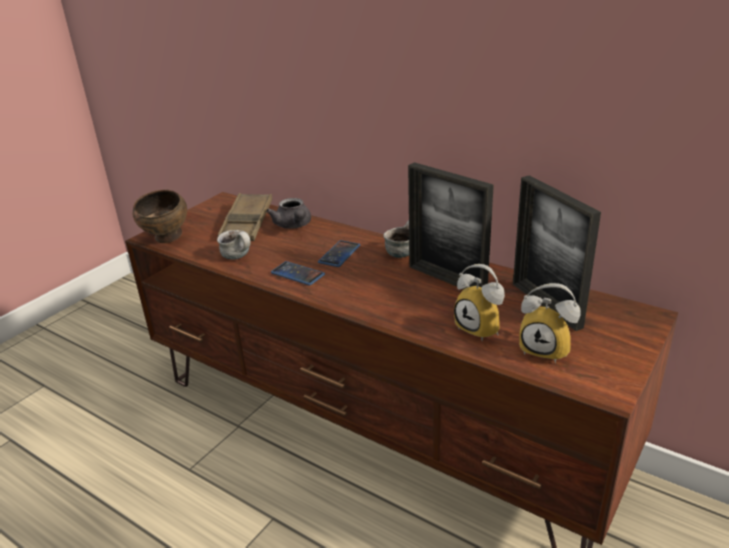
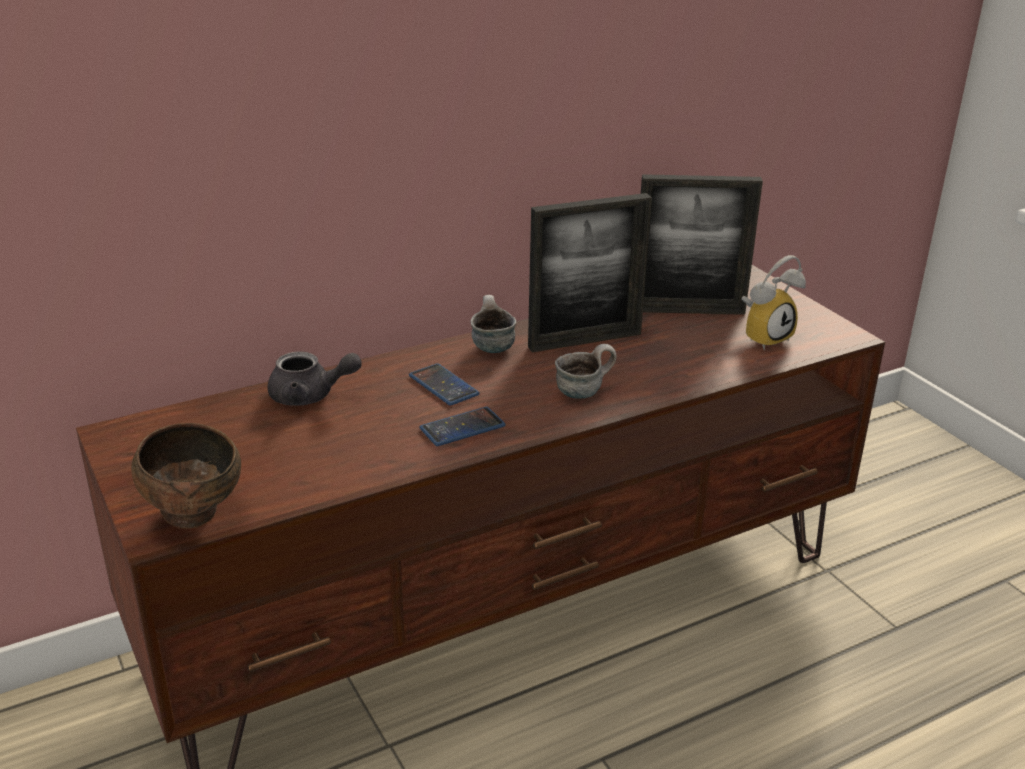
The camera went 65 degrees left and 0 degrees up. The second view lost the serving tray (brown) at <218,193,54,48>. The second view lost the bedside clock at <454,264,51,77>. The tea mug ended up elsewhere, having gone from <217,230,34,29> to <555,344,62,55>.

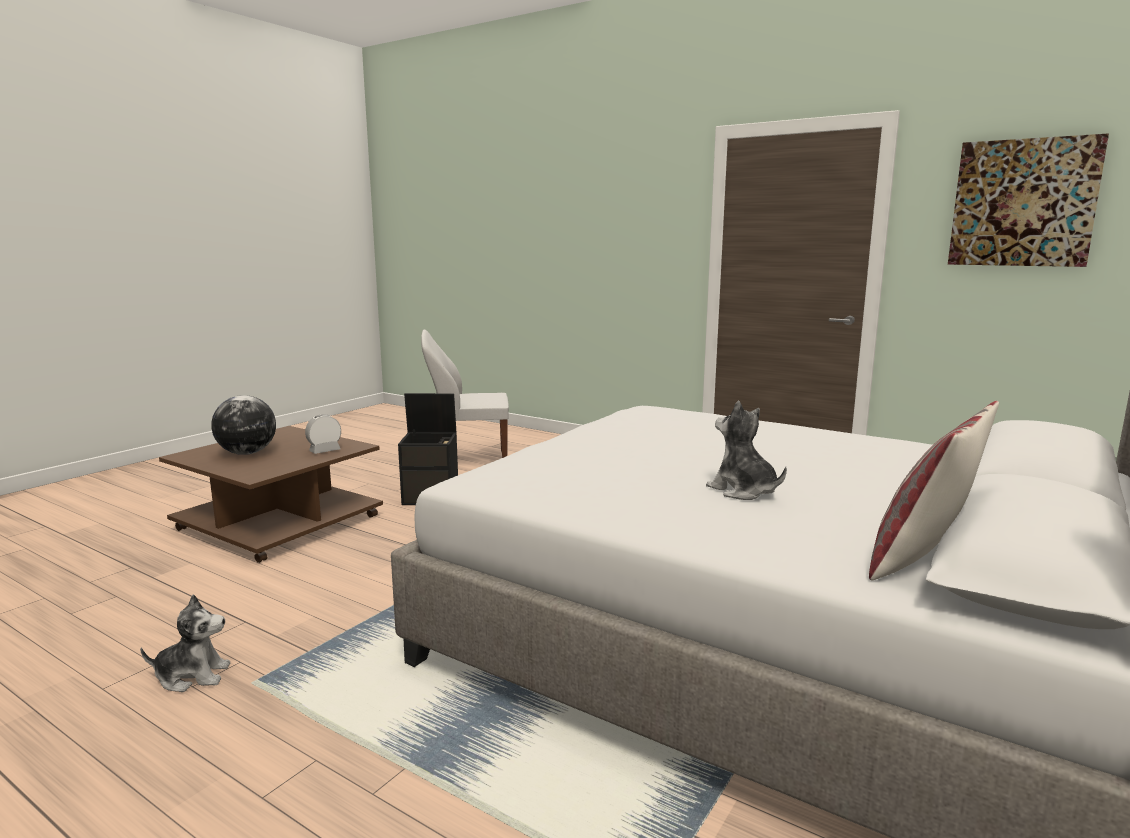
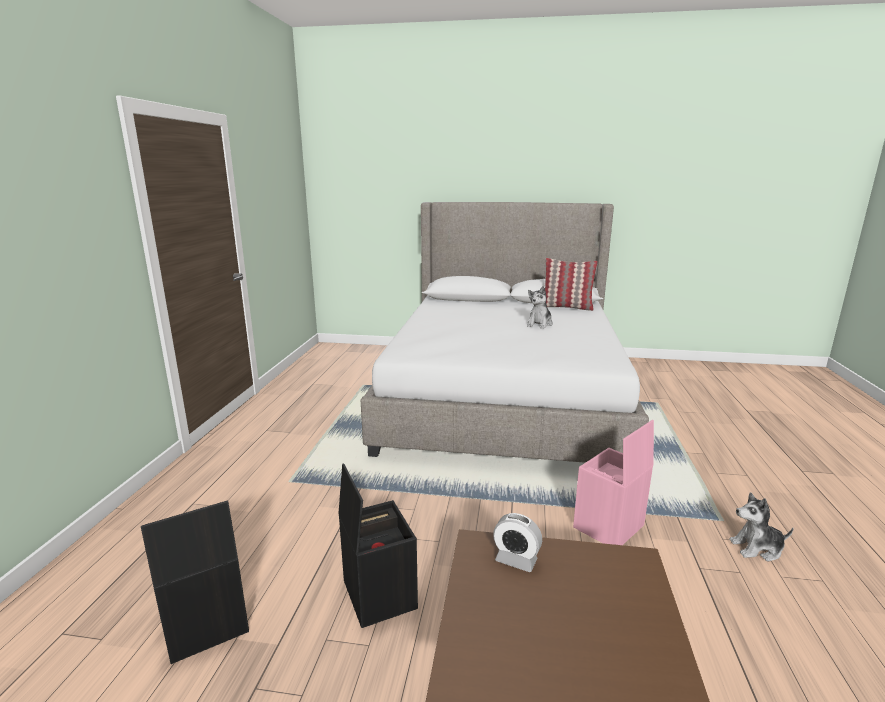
The camera went 115 degrees left and 5 degrees up. The second view lost the desk globe at <211,395,65,60>. The second view lost the picture at <948,133,161,134>. The second view gained the storage box (pink) at <573,420,81,125>. Where the upright chair (white) stood at <421,330,88,128>, the storage box (black-coloured) came to stand at <141,500,108,164>. The cuddly toy at <140,594,91,98> ended up facing another way, 60 degrees counterclockwise from before.

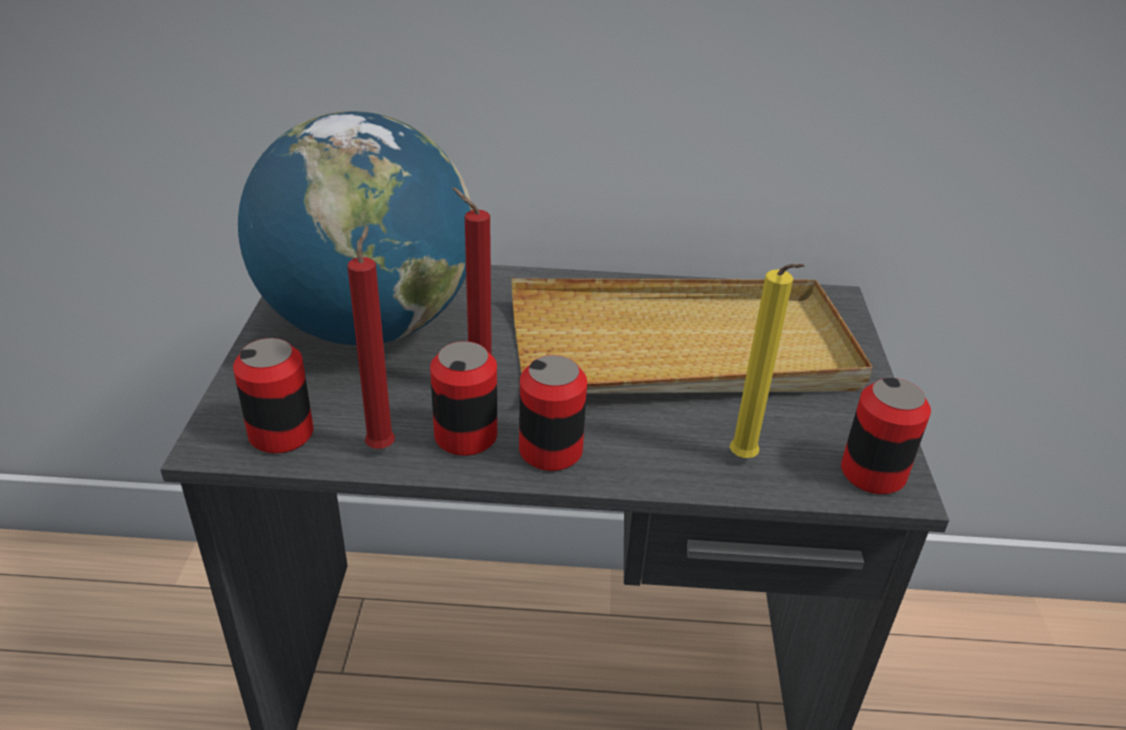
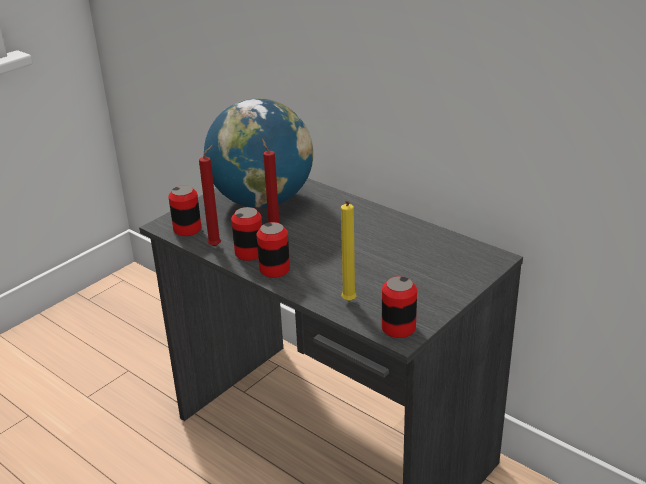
The camera went 40 degrees right and 5 degrees down. The second view lost the serving tray (beige-coloured) at <512,279,361,115>.

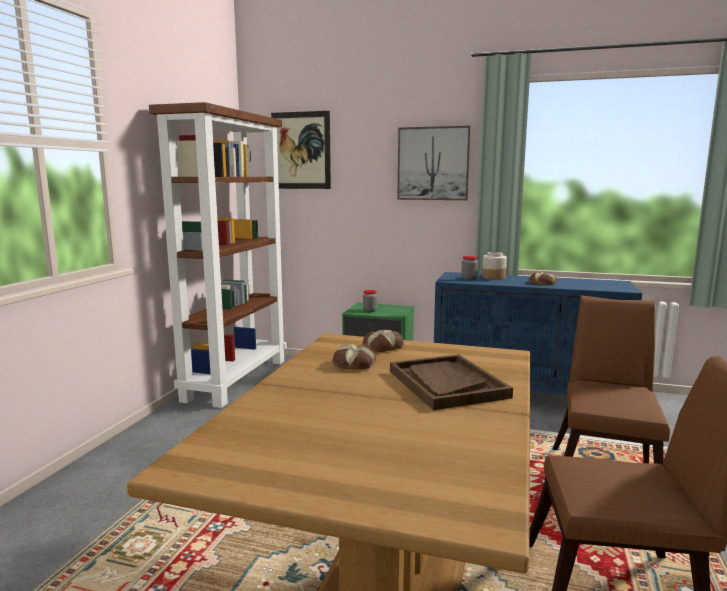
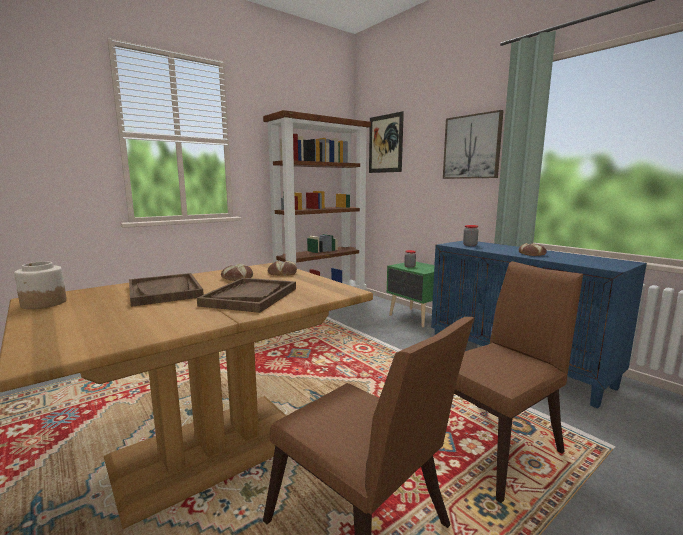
The camera went 35 degrees right and 0 degrees up. The second view gained the serving tray (brown) at <129,273,75,34>. The preserve jar ended up elsewhere, having gone from <482,252,25,28> to <14,262,53,47>.

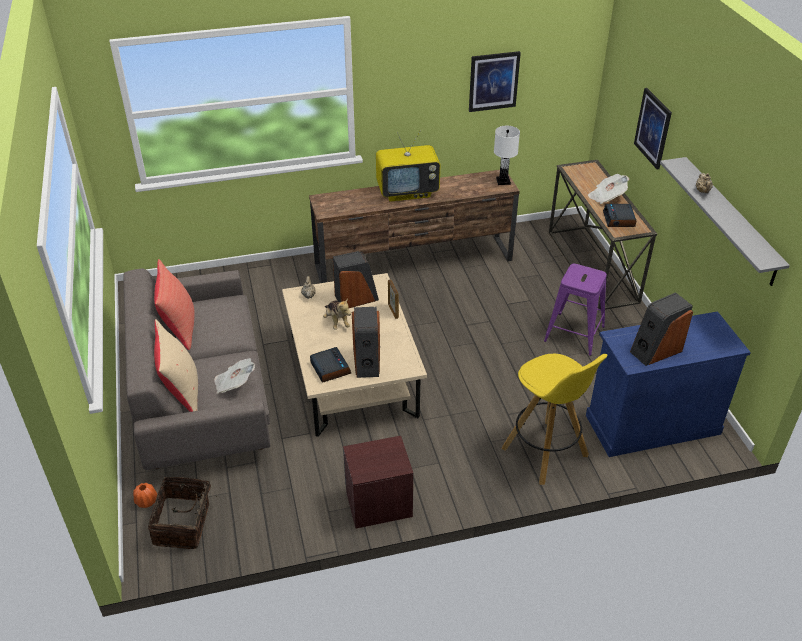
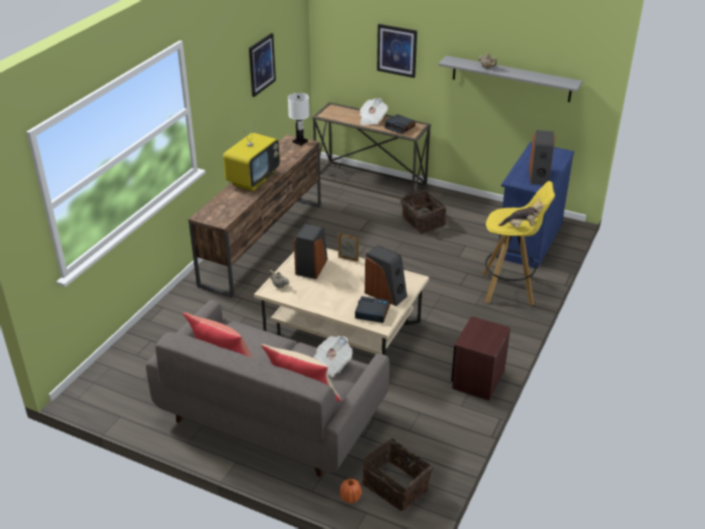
The camera went 50 degrees left and 5 degrees down. The cuddly toy ended up elsewhere, having gone from <323,298,28,32> to <498,199,47,32>. Where the sitting stool (purple) stood at <544,264,63,92>, the storage basket came to stand at <400,190,46,44>.

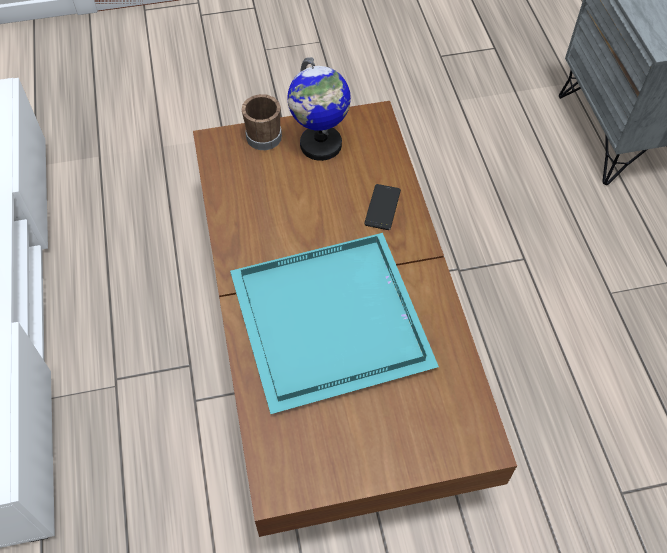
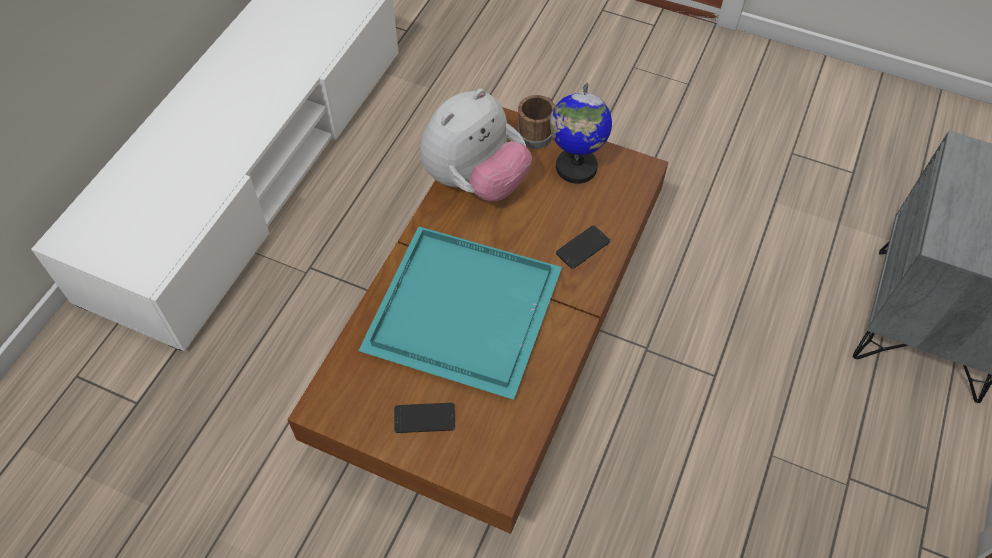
The camera went 35 degrees right and 0 degrees up. The second view gained the phone at <394,403,61,30>. The second view gained the cuddly toy at <420,89,112,112>.

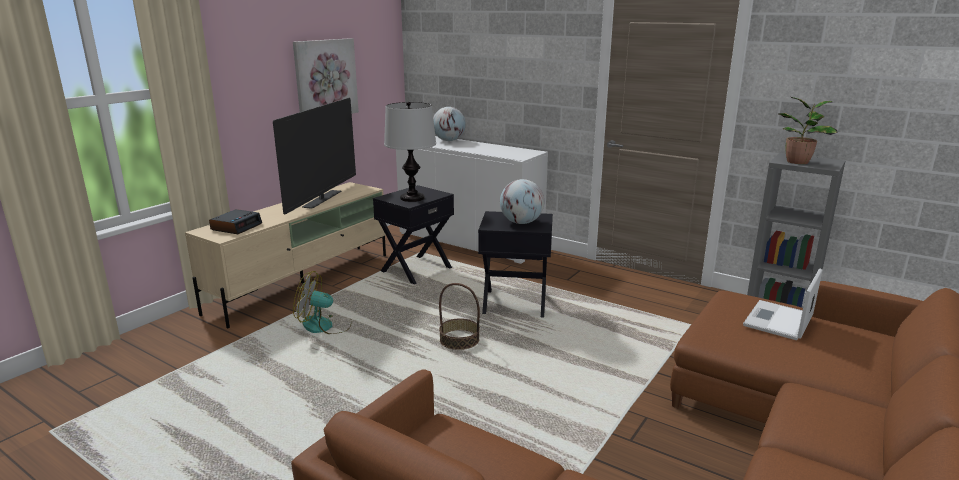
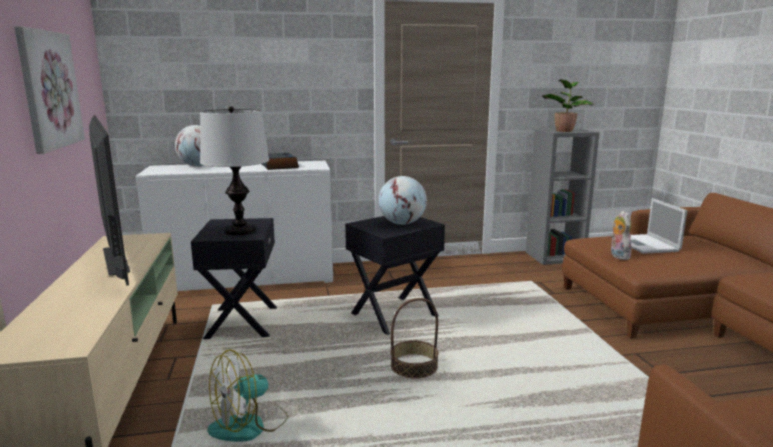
The camera went 45 degrees left and 5 degrees down. The second view gained the cuddly toy at <610,211,22,49>. The bedside clock ended up elsewhere, having gone from <209,209,53,25> to <262,153,37,17>.

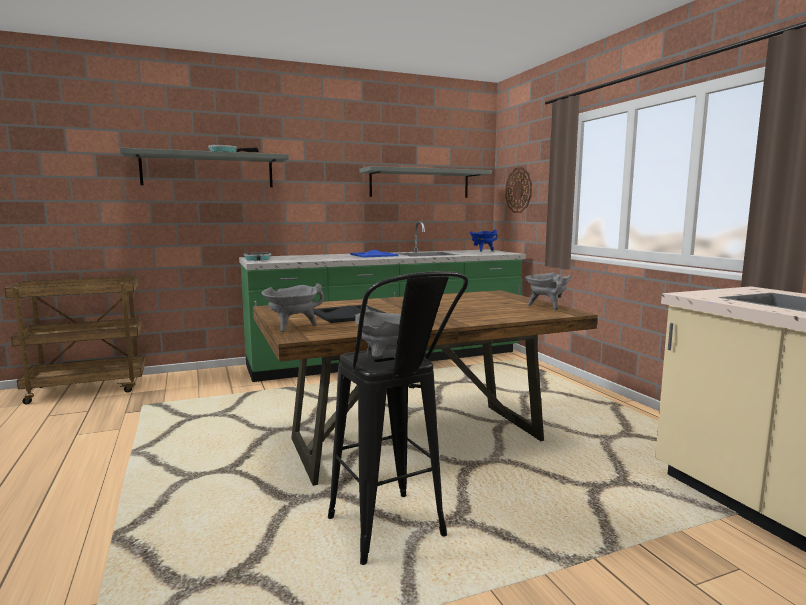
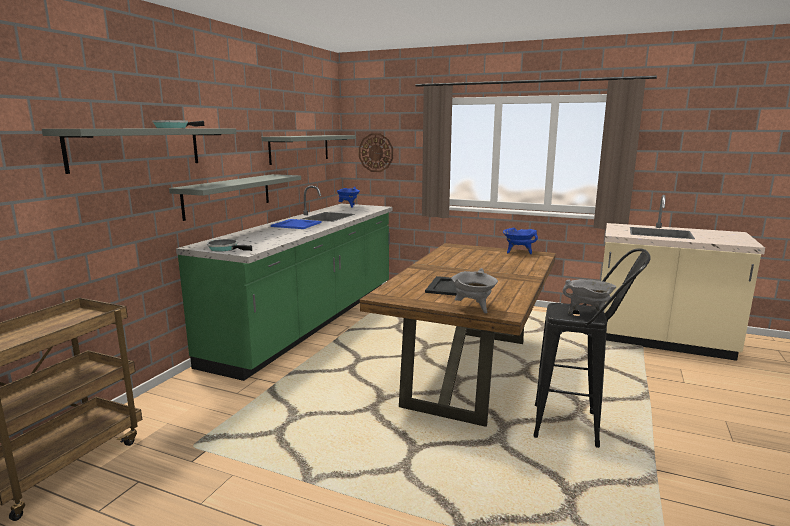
The camera went 45 degrees left and 5 degrees up. The second view gained the wall shelf (grey) at <169,174,132,47>. What was the saucepot (grey) at <525,273,47,38> turned into the saucepot (blue-coloured) at <503,228,35,26>.

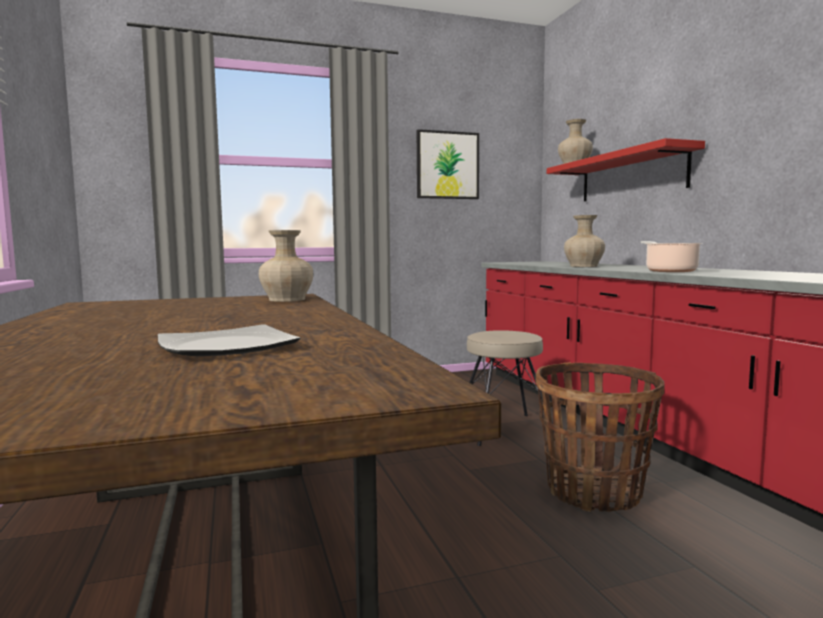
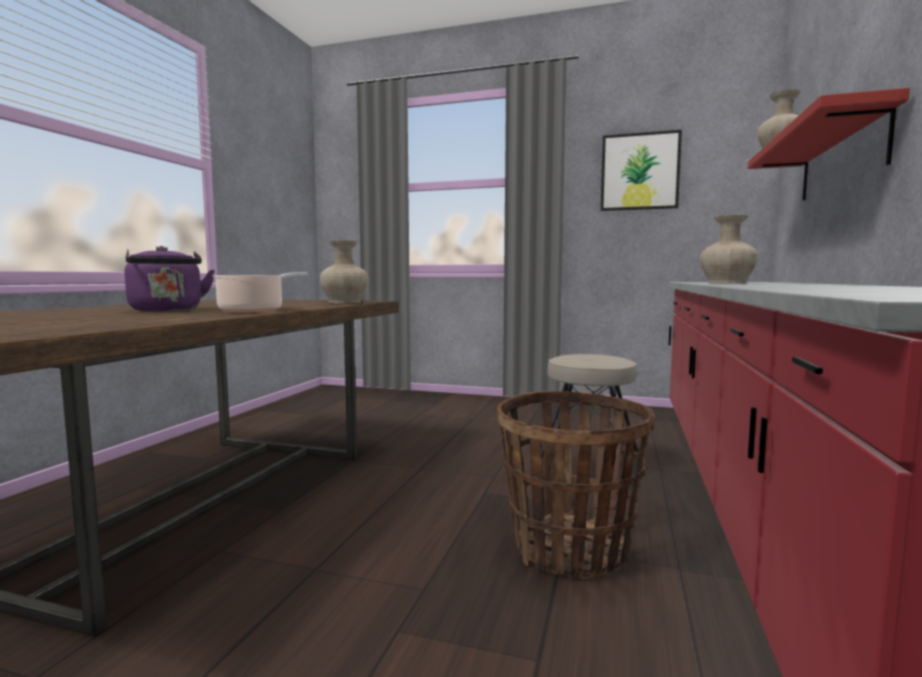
The camera went 35 degrees right and 0 degrees up. The second view lost the dinner plate at <158,324,143,32>. The second view gained the water kettle (purple) at <124,246,91,66>. The saucepot ended up elsewhere, having gone from <641,241,62,31> to <212,272,95,41>.

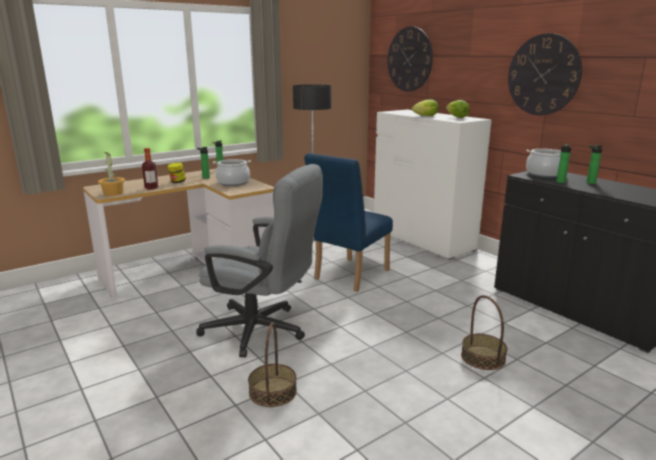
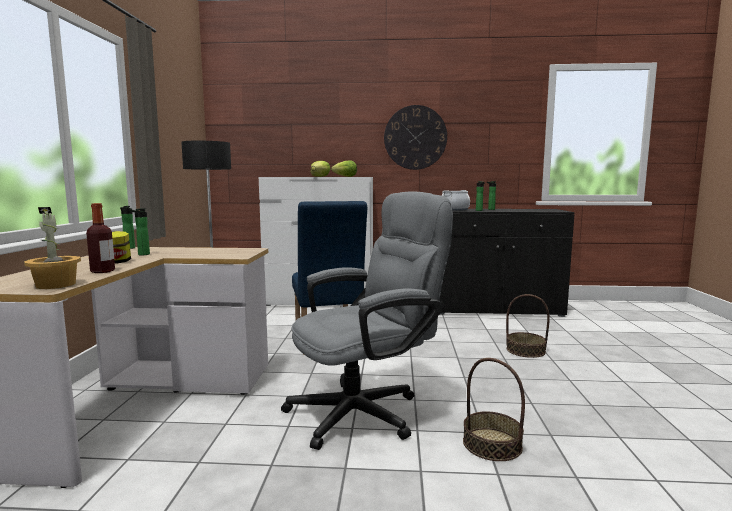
The camera went 50 degrees left and 10 degrees down. The second view lost the saucepot at <213,159,38,27>. The second view lost the wall clock at <387,27,46,65>.

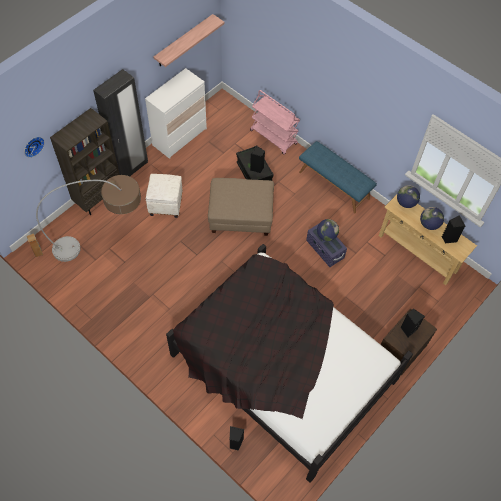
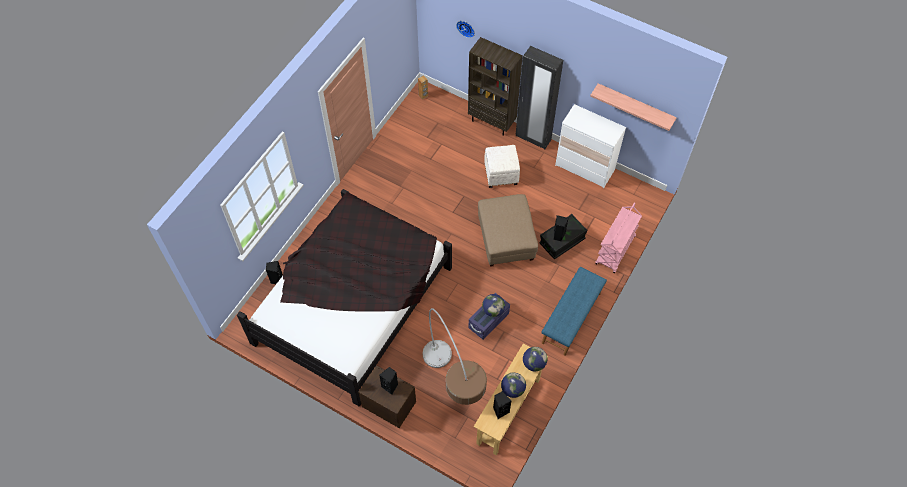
The camera went 80 degrees right and 0 degrees up. The standing lamp ended up elsewhere, having gone from <36,175,105,87> to <422,308,65,97>.

